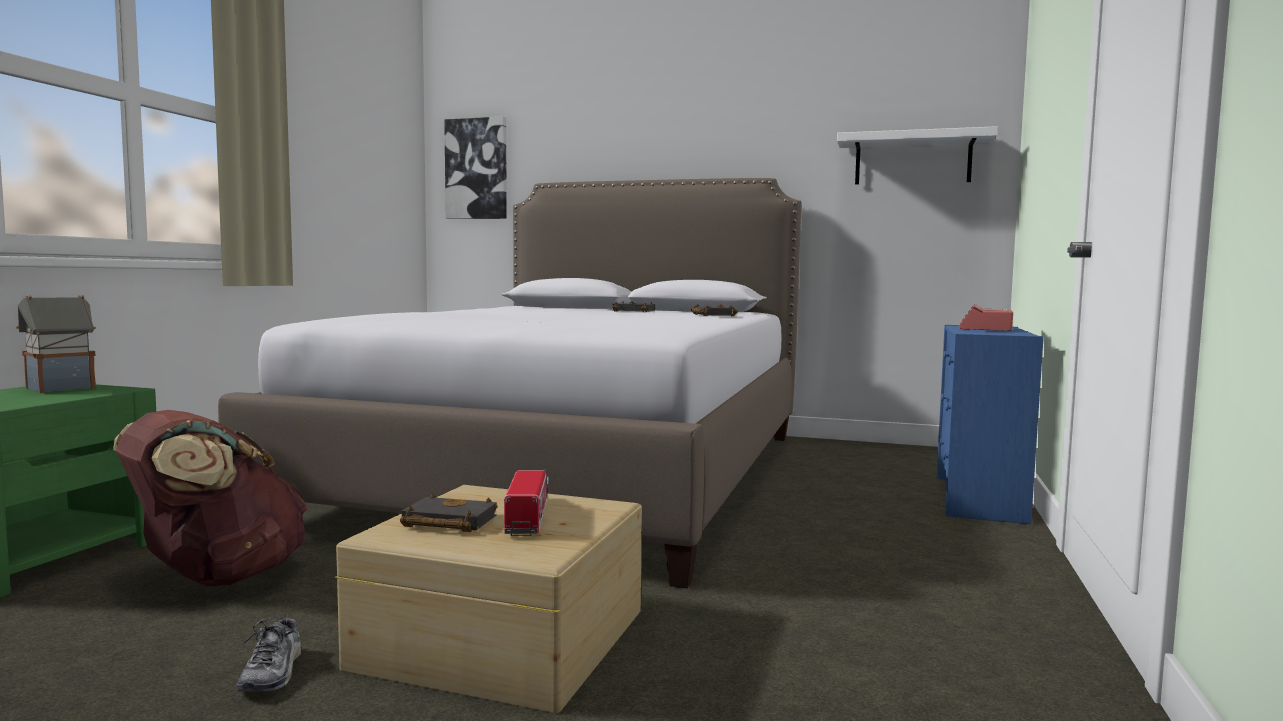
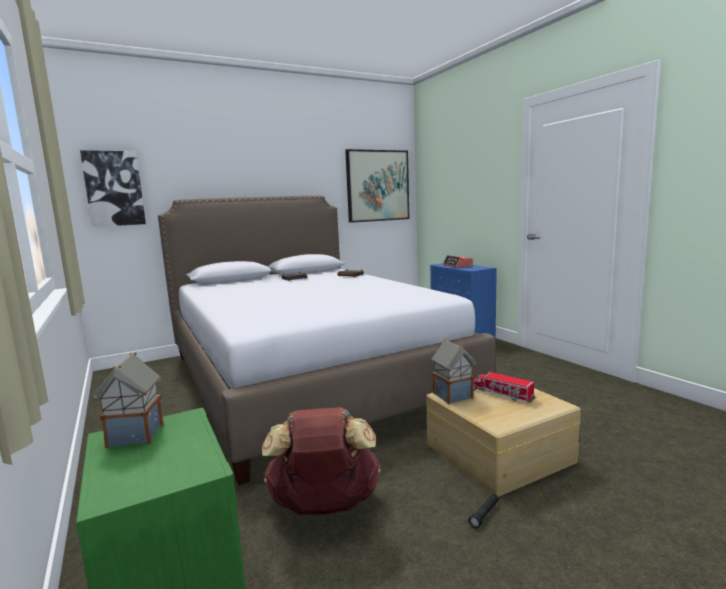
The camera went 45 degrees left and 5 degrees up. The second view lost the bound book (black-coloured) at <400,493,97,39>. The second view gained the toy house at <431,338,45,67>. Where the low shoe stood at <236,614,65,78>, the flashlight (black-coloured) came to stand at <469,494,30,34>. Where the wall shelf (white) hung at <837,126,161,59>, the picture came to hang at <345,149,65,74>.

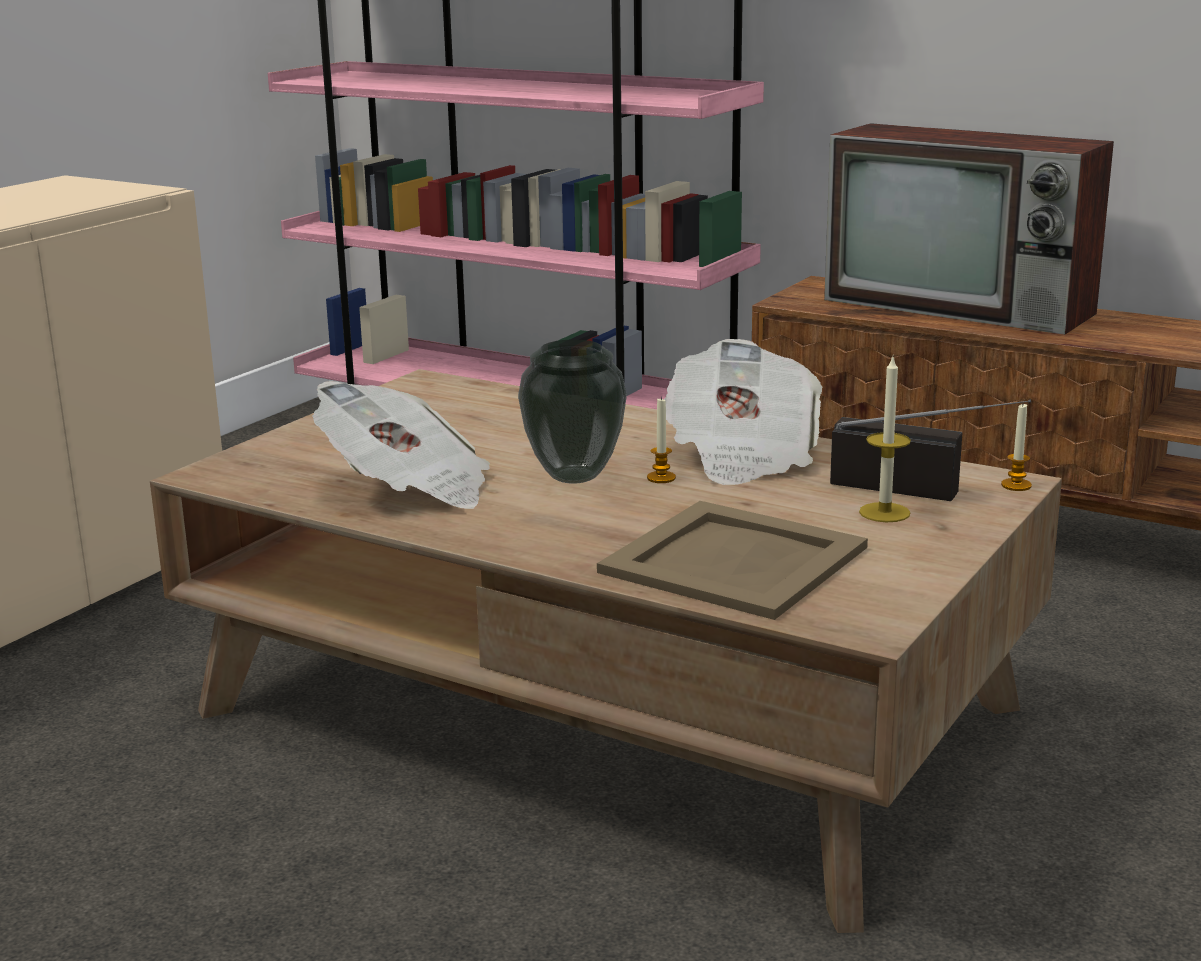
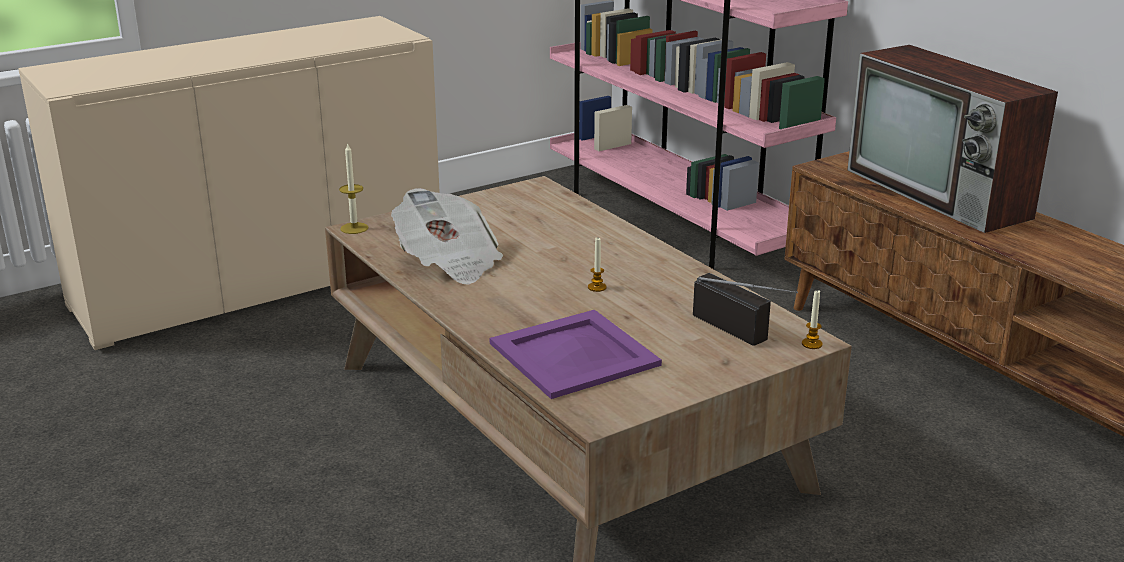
The camera went 25 degrees right and 5 degrees up. The second view lost the vase at <518,339,109,145>. The second view lost the daily paper at <664,339,158,146>. The wax light ended up elsewhere, having gone from <859,357,52,165> to <339,143,29,91>. What was the serving tray (beige-coloured) at <597,501,271,119> turned into the serving tray (purple) at <490,310,172,89>.

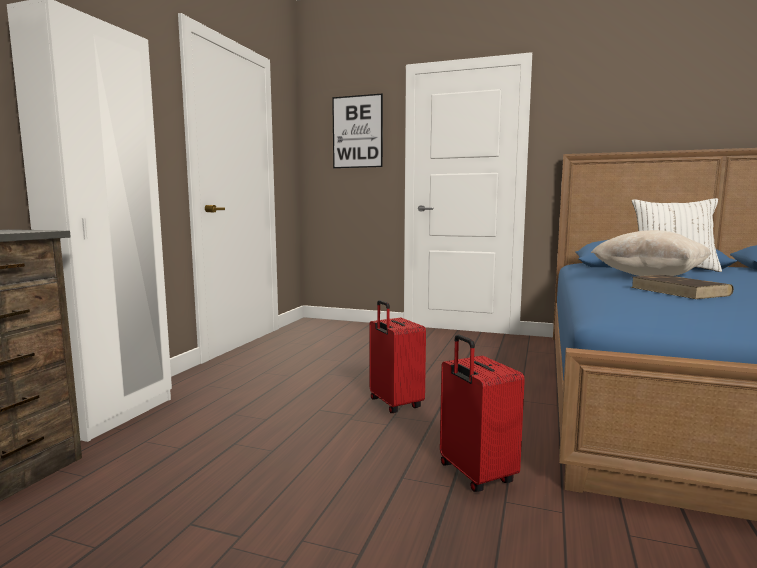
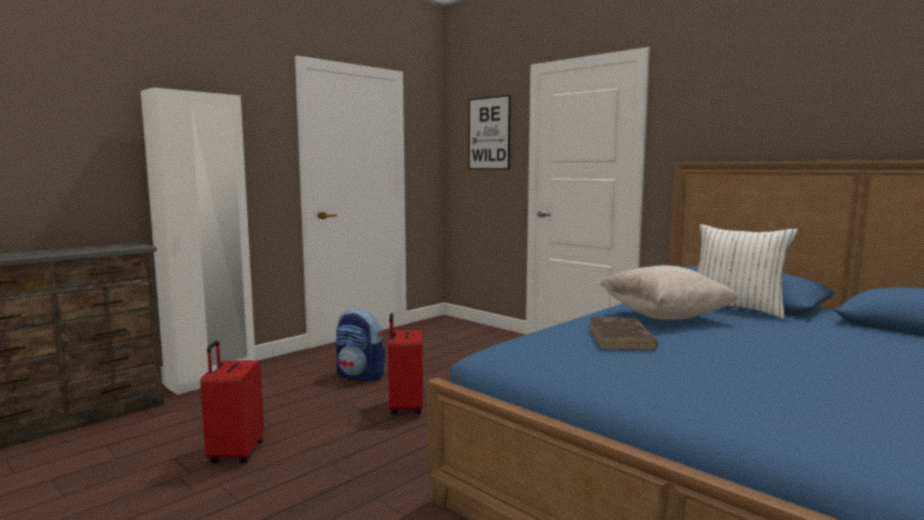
The camera went 25 degrees right and 0 degrees up. The second view gained the backpack at <336,309,49,73>. The suitcase (reddish) ended up elsewhere, having gone from <440,334,85,158> to <200,341,64,122>.

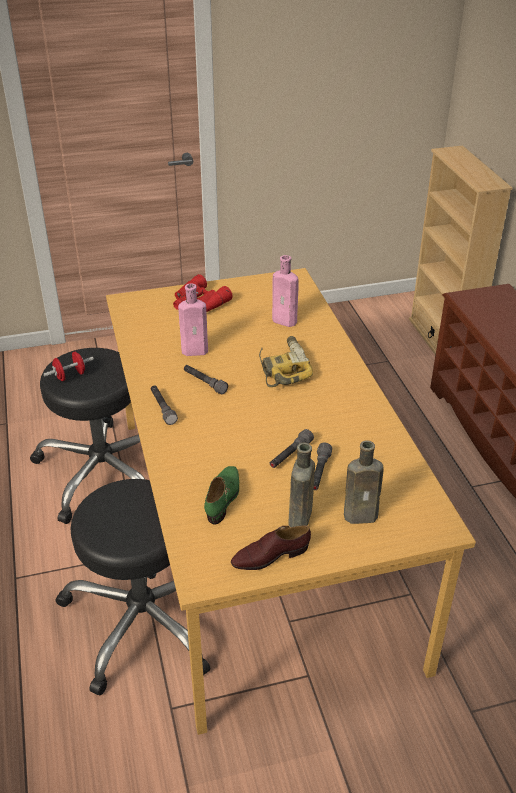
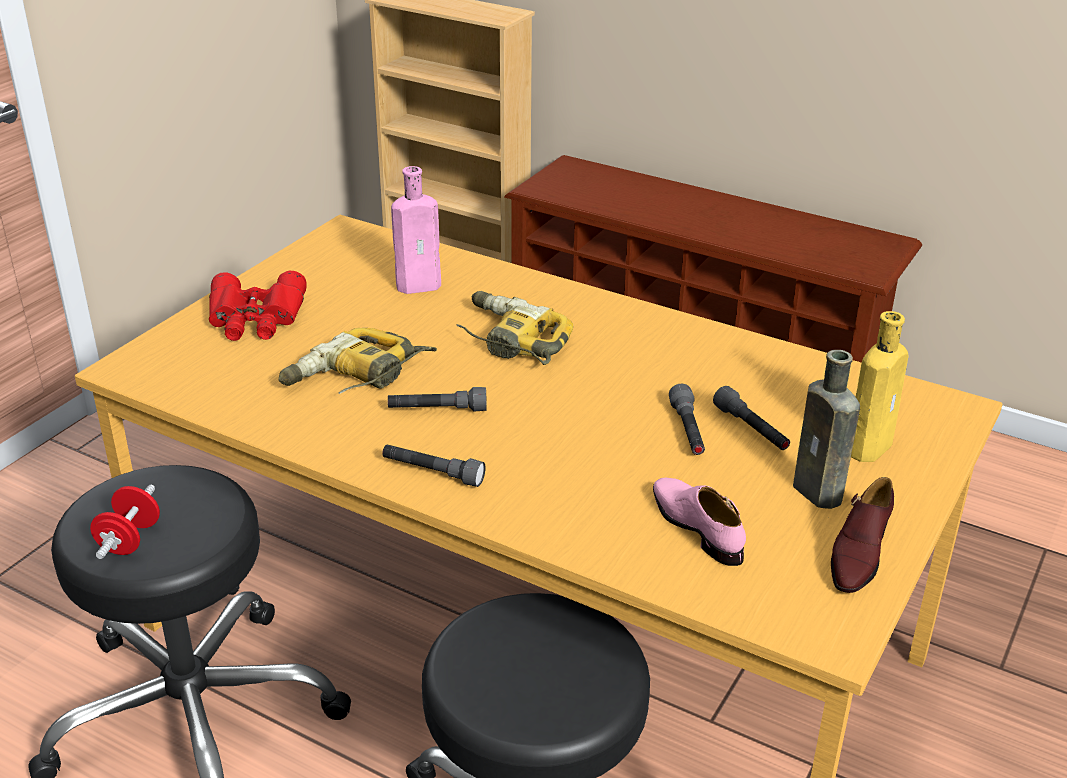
The camera went 45 degrees left and 5 degrees down. Where the bottle (pink) stood at <178,283,30,73>, the electric drill came to stand at <278,328,159,66>. What was the low shoe (green-coloured) at <204,466,35,59> turned into the low shoe (pink) at <653,478,93,88>. What was the bottle (brown) at <344,440,40,84> turned into the bottle (yellowish) at <851,311,58,151>.

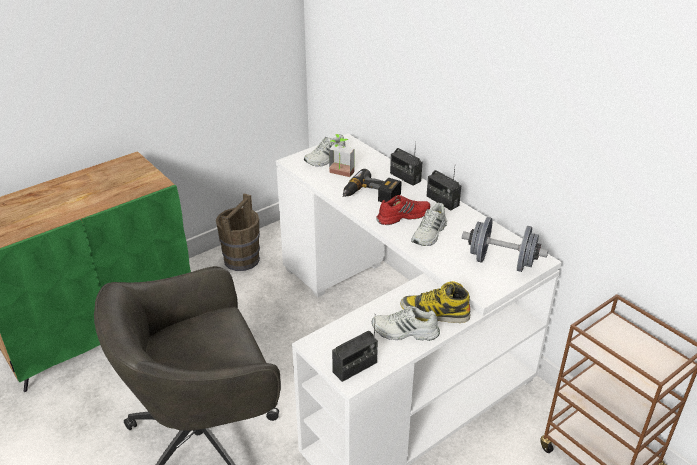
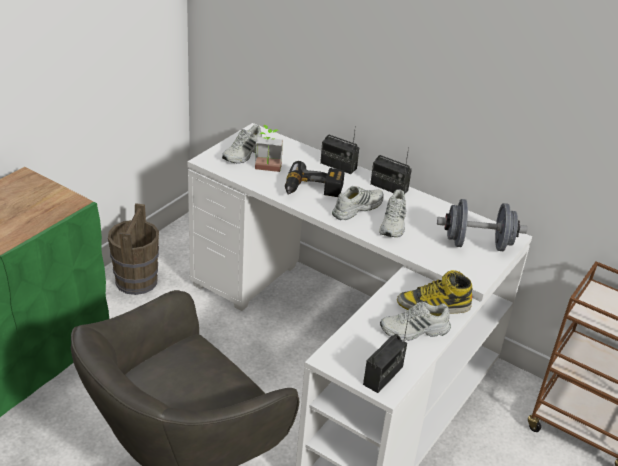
The camera went 20 degrees left and 0 degrees up. What was the low shoe (reddish) at <376,195,54,30> turned into the low shoe (white) at <332,186,52,34>.

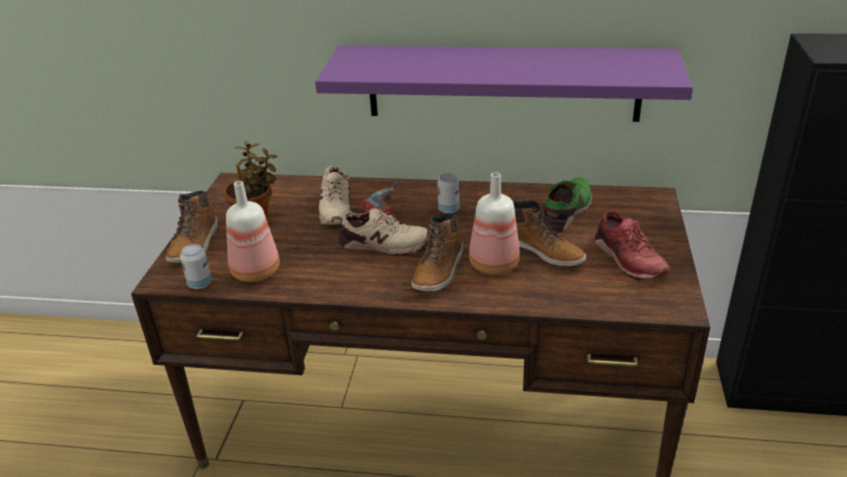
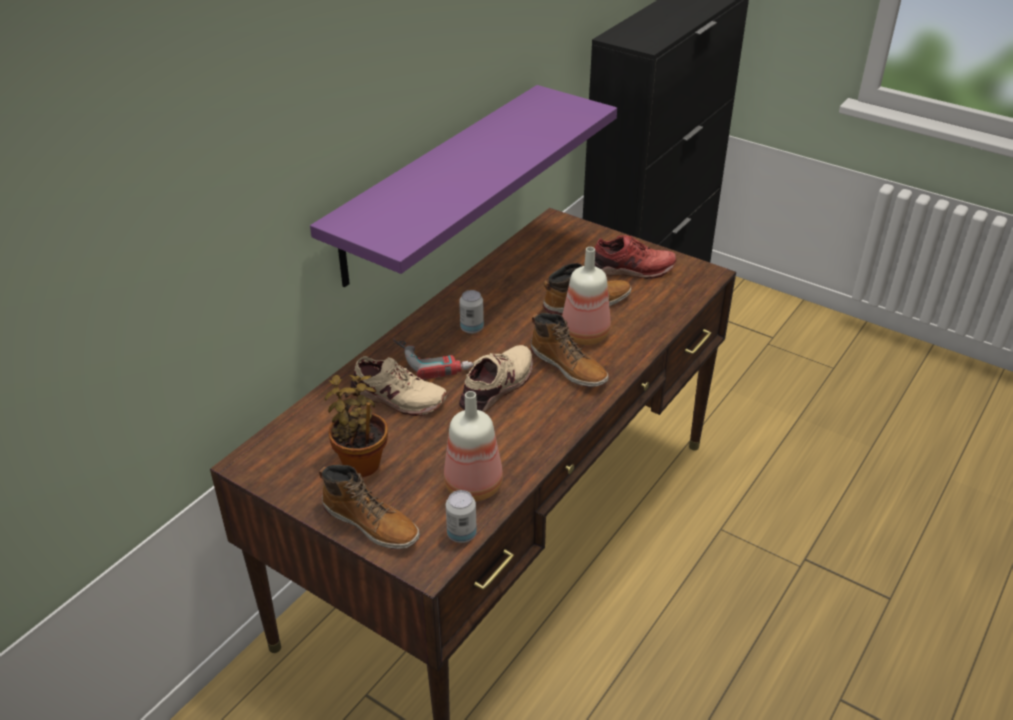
The camera went 65 degrees left and 5 degrees up. The second view lost the low shoe (green-coloured) at <544,177,48,56>.

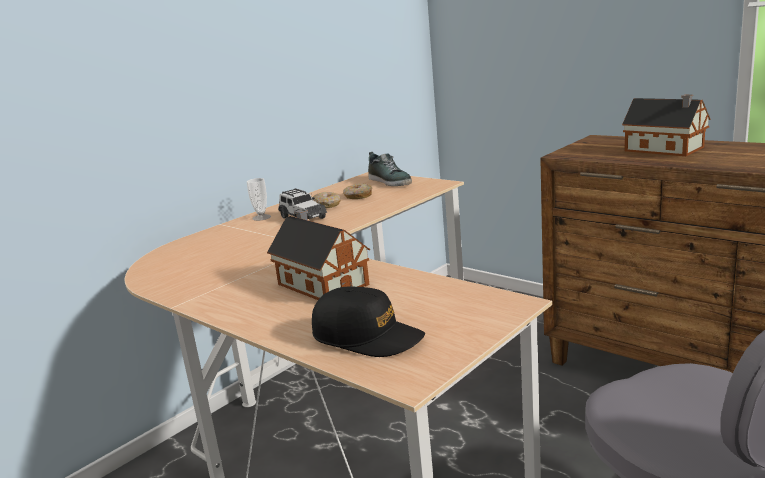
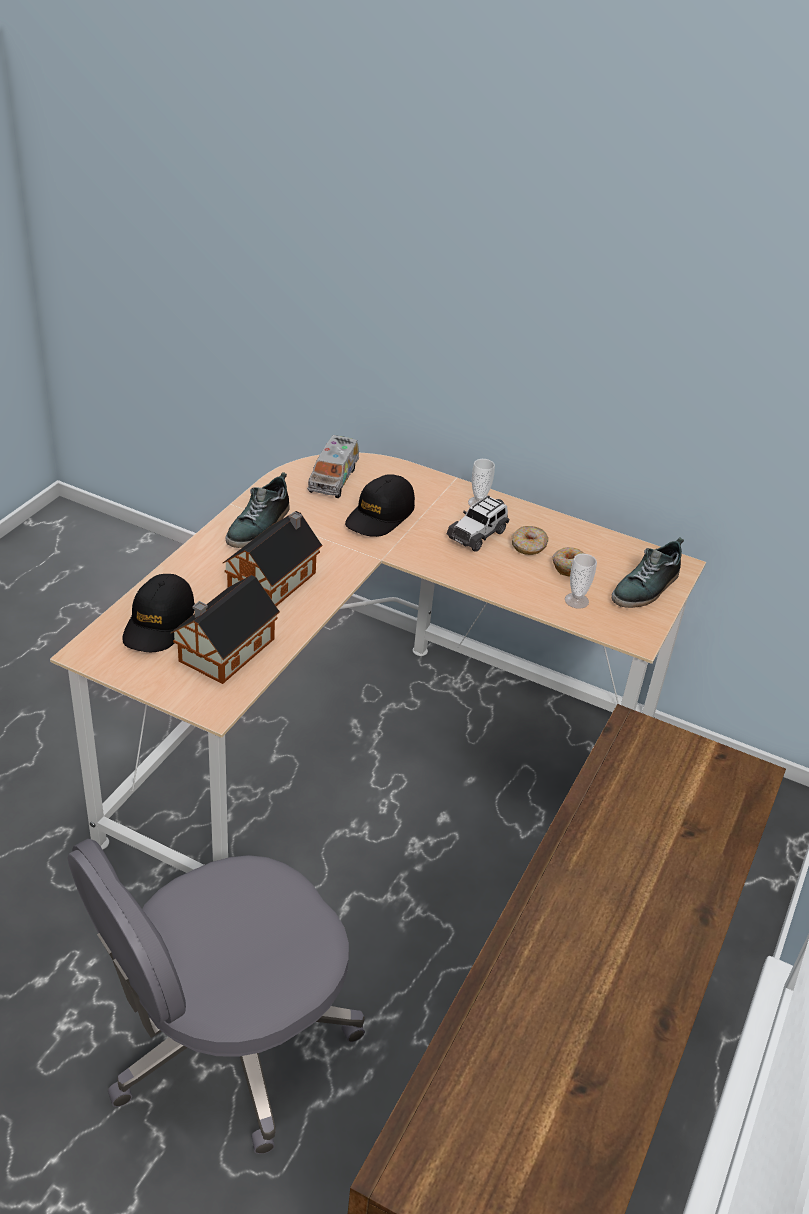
The camera went 70 degrees right and 20 degrees up. The second view gained the low shoe at <225,472,64,76>. The second view gained the model truck at <307,435,52,63>. The second view gained the cap (black-coloured) at <345,474,70,63>. The second view gained the cup at <565,554,32,55>. The toy house ended up elsewhere, having gone from <622,95,88,61> to <171,575,109,109>.

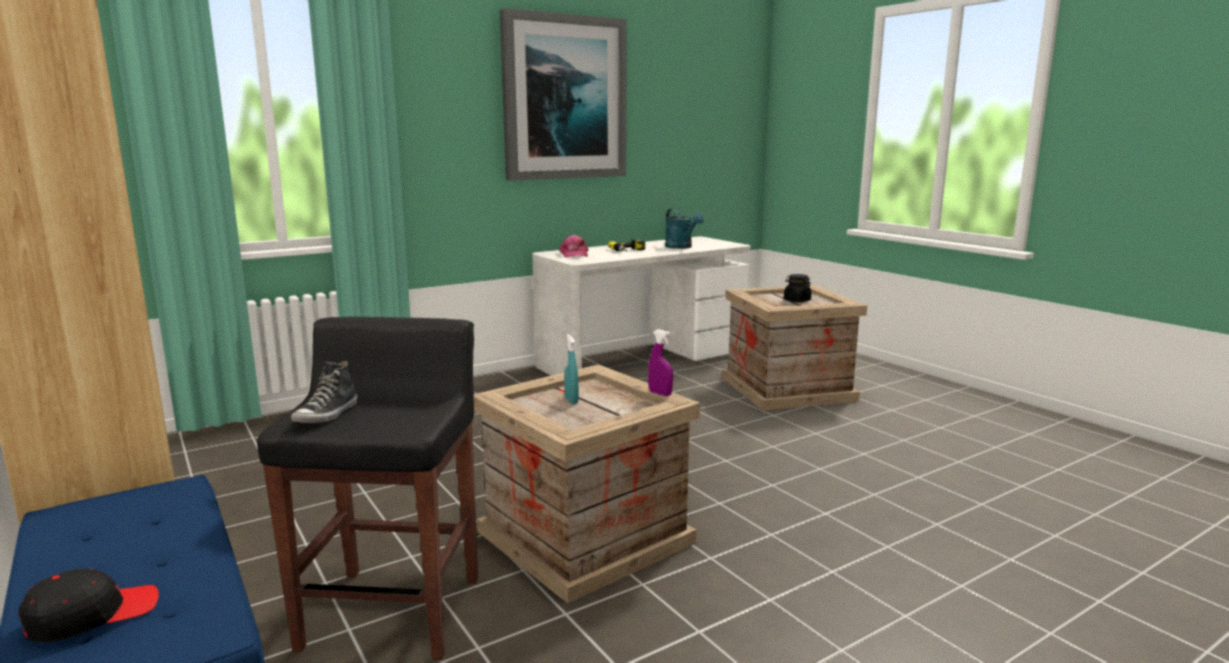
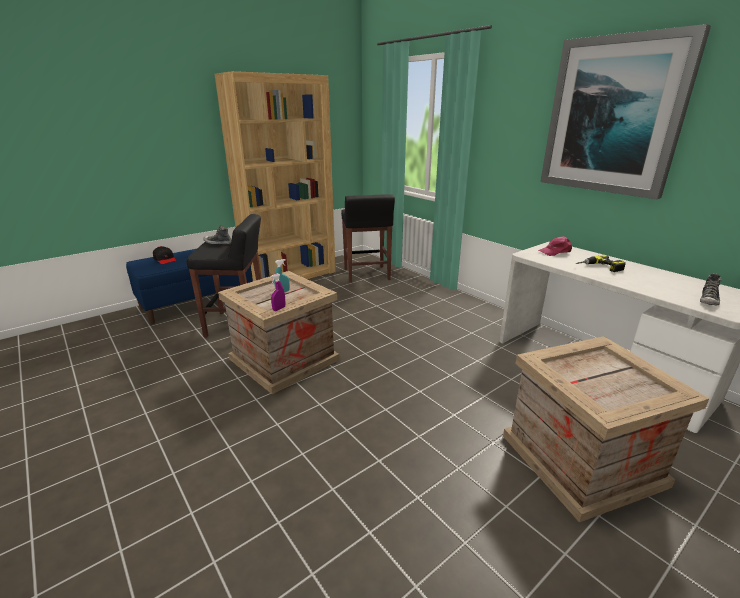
The camera went 85 degrees right and 10 degrees up. The second view lost the watering pot (turquoise) at <665,208,39,41>. The second view lost the preserve jar (black-coloured) at <784,274,28,28>. The second view gained the sitting stool (black-coloured) at <341,194,54,89>. The second view gained the low shoe at <700,273,22,32>.

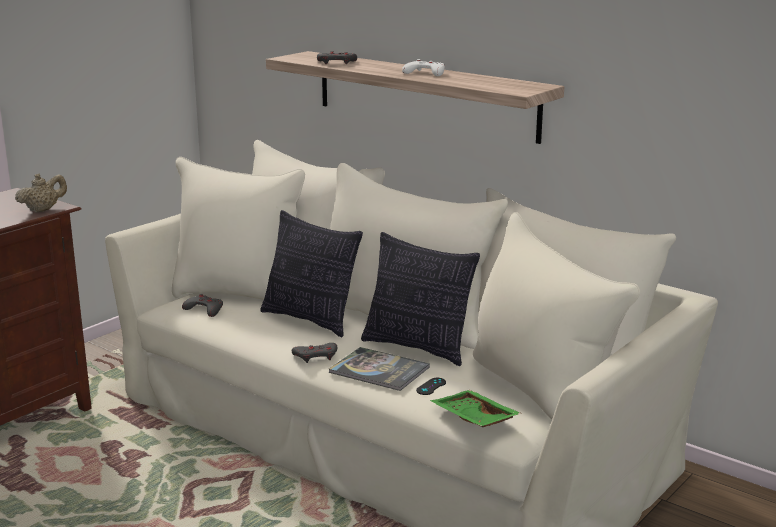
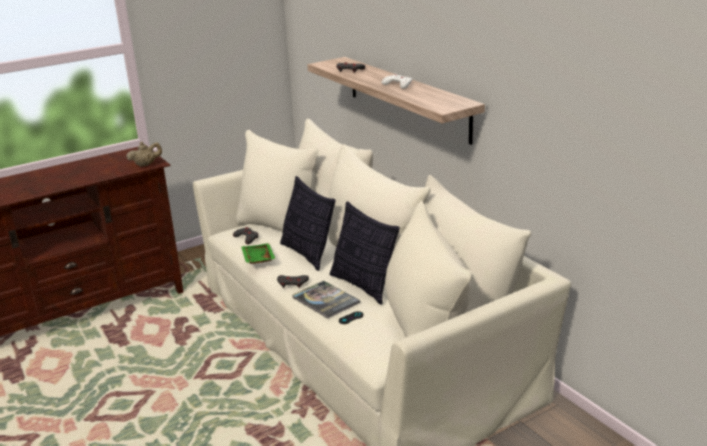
The camera went 20 degrees right and 5 degrees up. The serving tray (green-coloured) ended up elsewhere, having gone from <430,390,92,37> to <241,243,34,21>.

